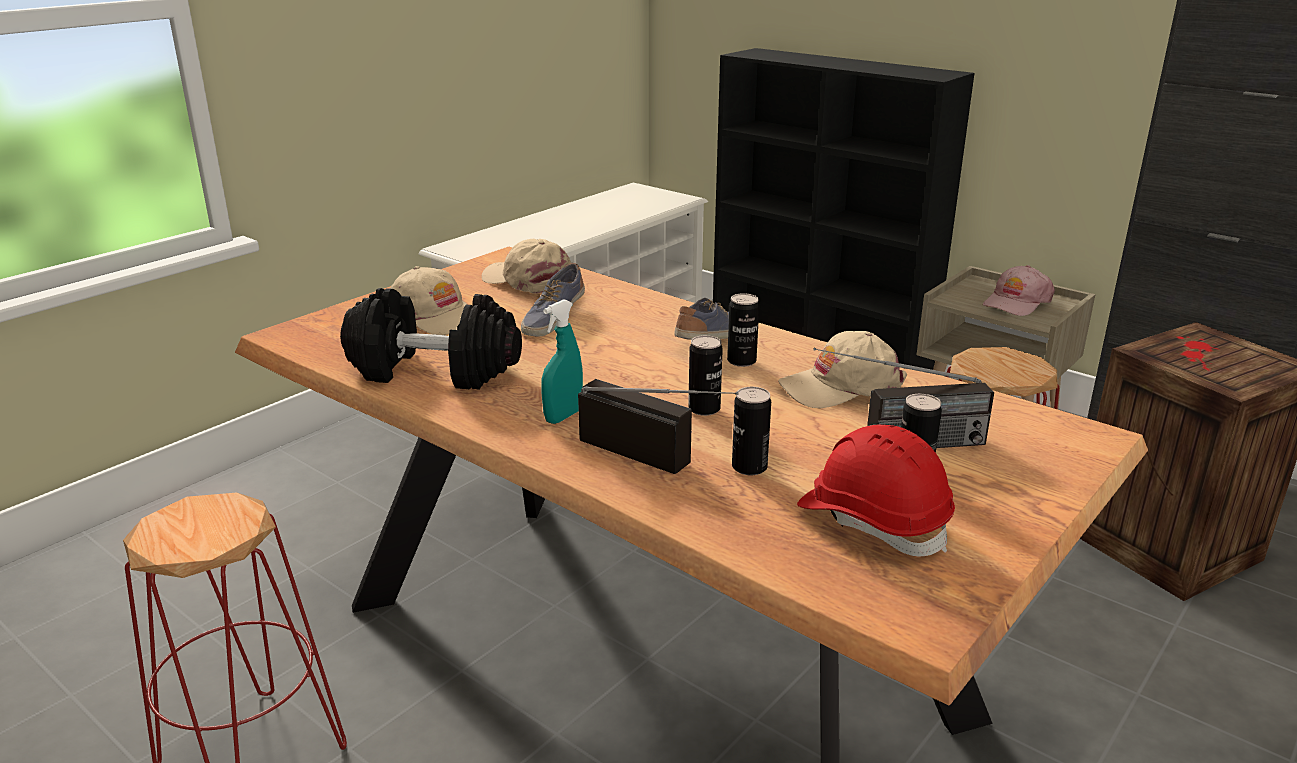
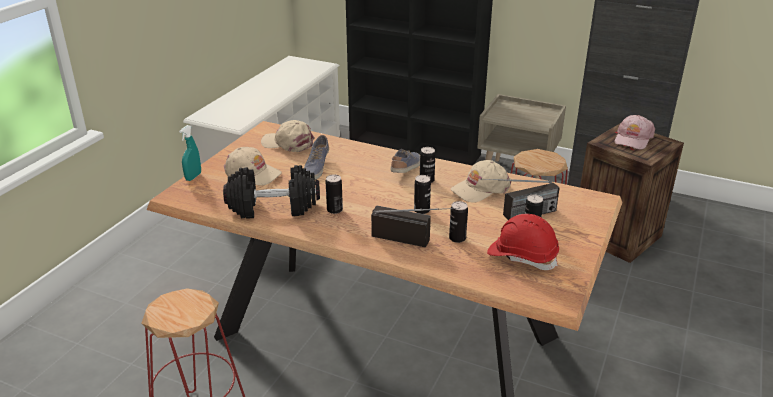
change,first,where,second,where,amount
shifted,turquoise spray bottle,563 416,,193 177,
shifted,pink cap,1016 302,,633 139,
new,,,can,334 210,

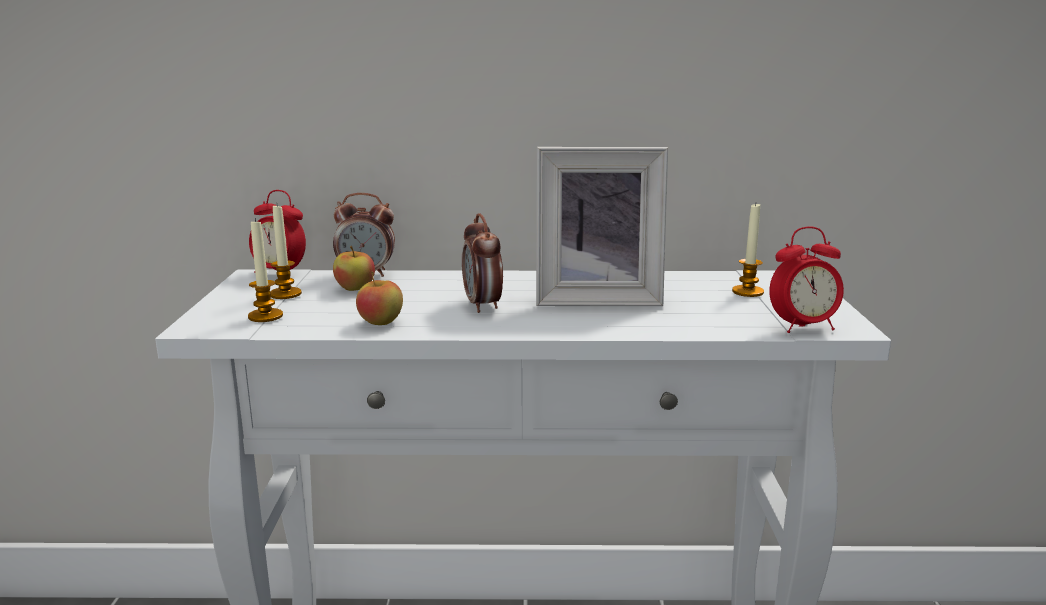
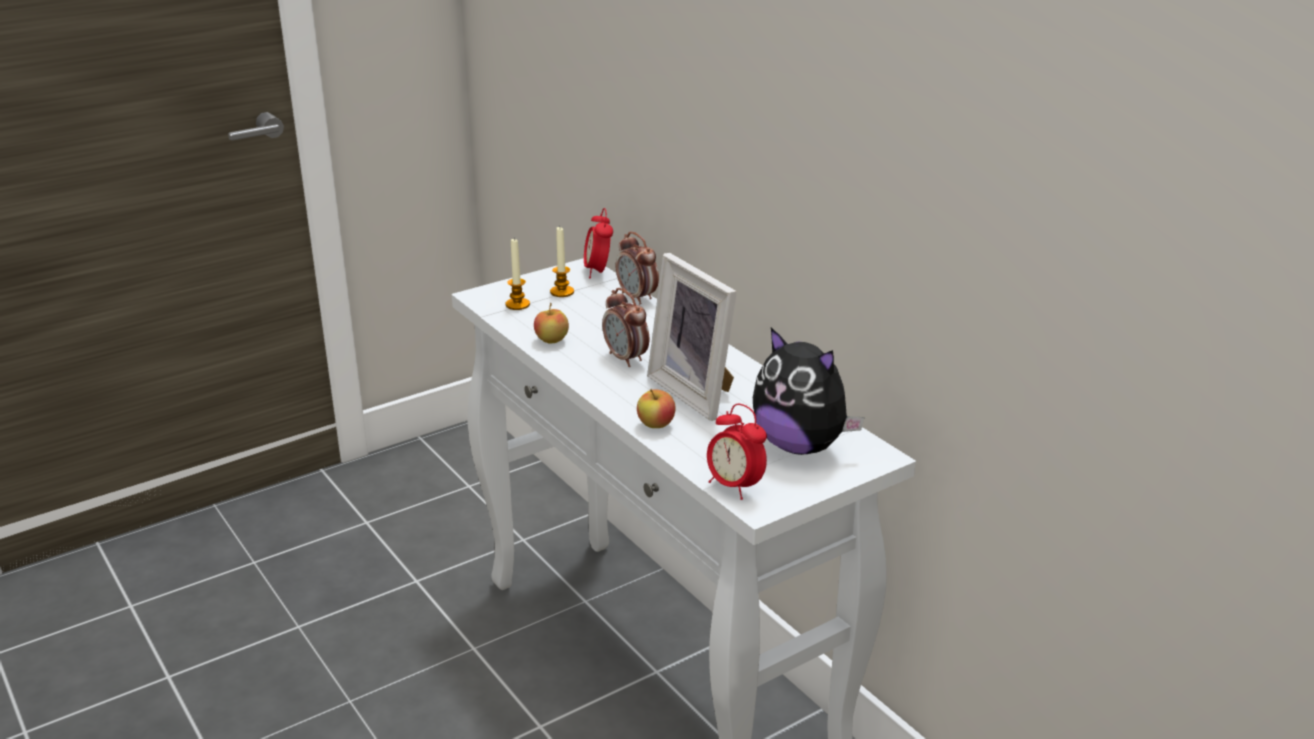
change,first,where,second,where,amount
shifted,apple,355 289,,656 425,
rotated,alarm clock,483 305,,626 358,75 degrees counterclockwise
swapped,candle,747 292,plush toy,800 446,

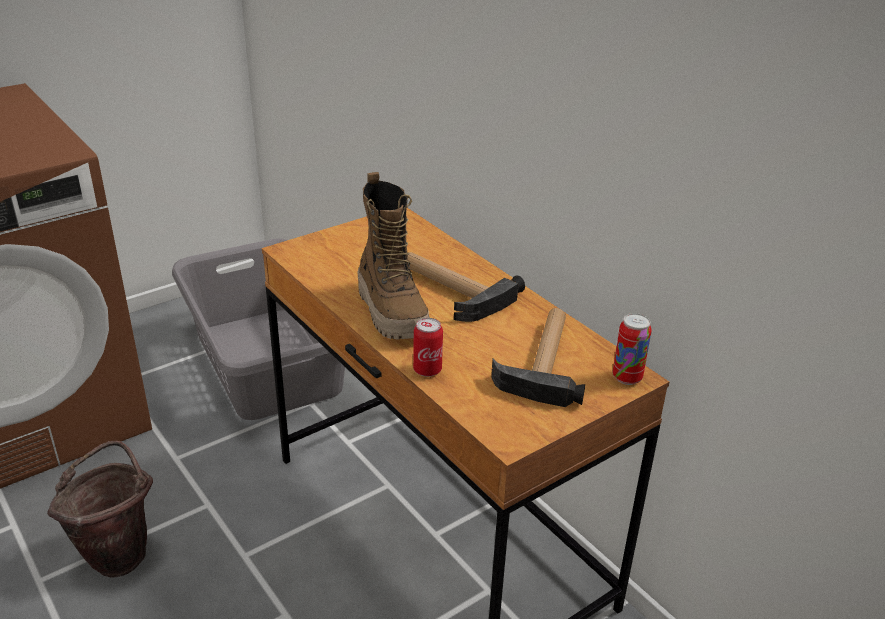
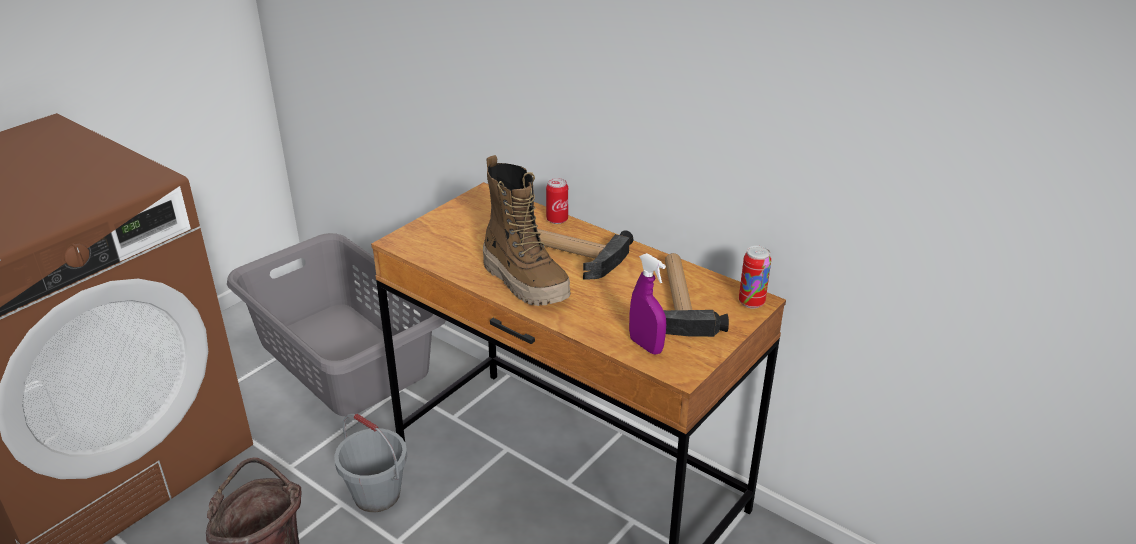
change,first,where,second,where,amount
shifted,can,427 370,,557 219,
new,,,grey bucket,377 495,
new,,,purple spray bottle,646 346,

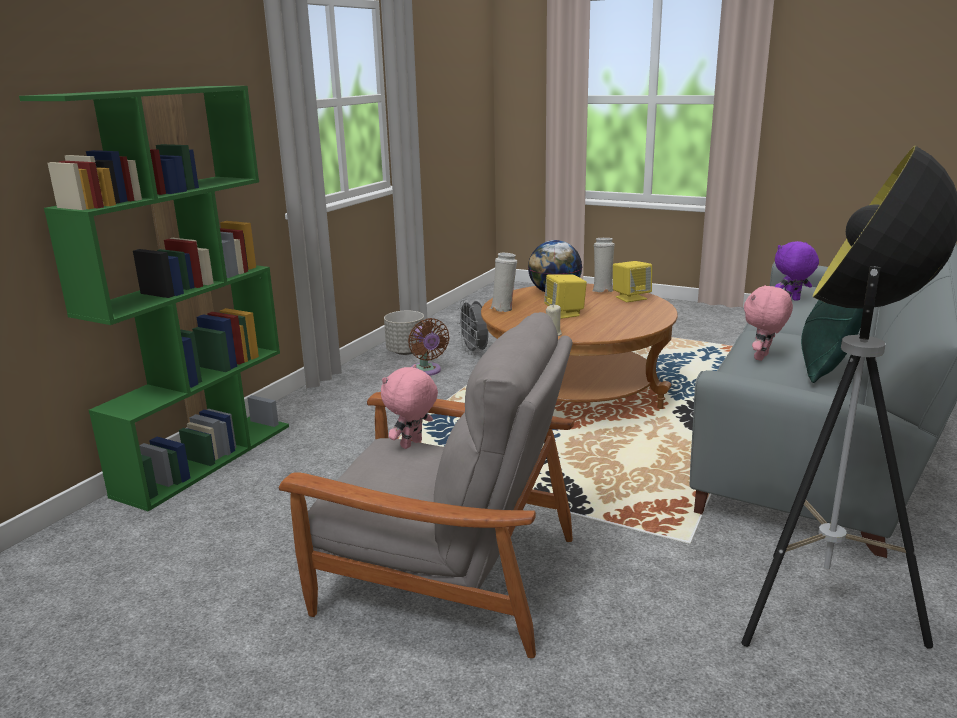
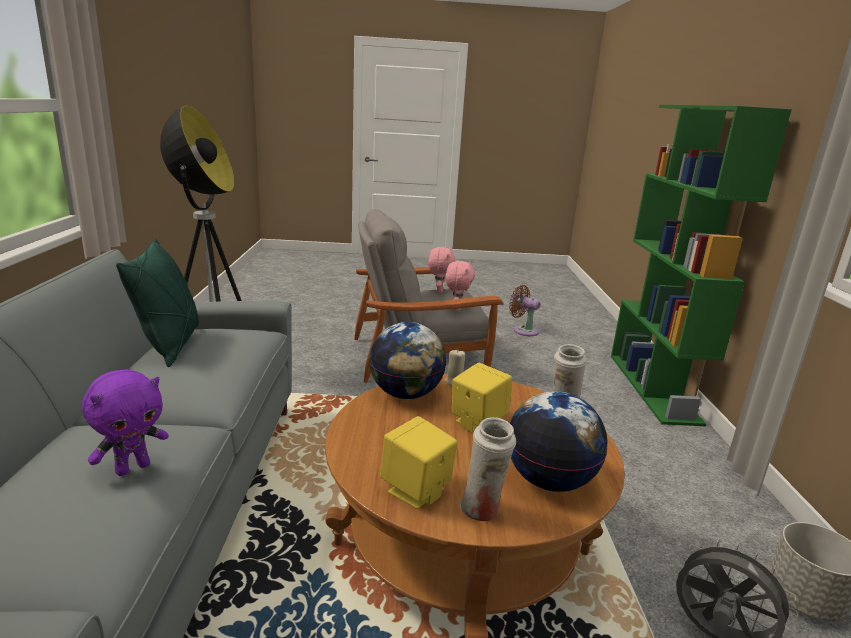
change,first,where,second,where,amount
shifted,brown fan,426 371,,523 330,
shifted,pink plush toy,762 357,,439 291,
new,,,globe,405 394,

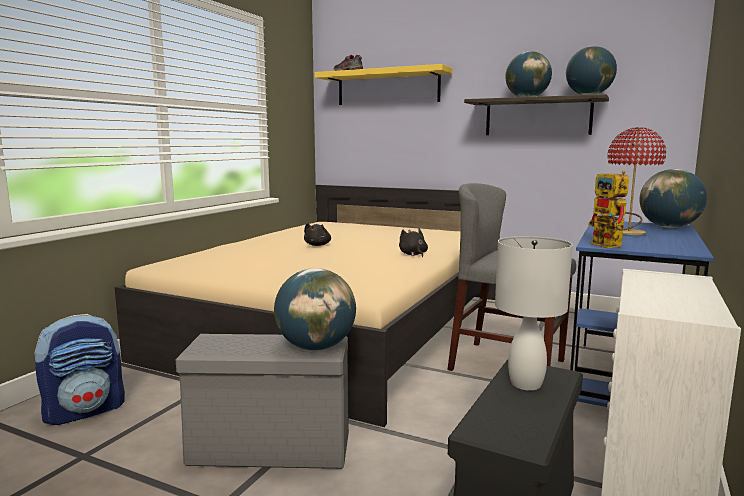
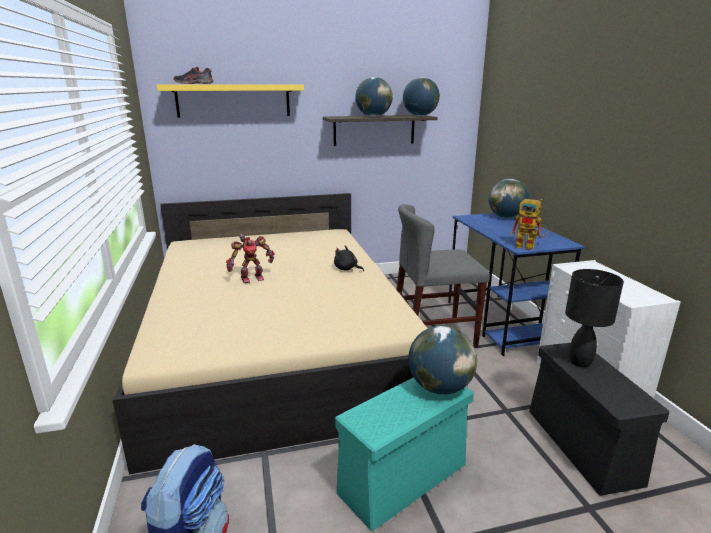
change,first,where,second,where,amount
repainted,grey storage box,267 449,turquoise storage box,402 480,
swapped,black plush toy,318 245,toy robot,251 278,
repainted,white table lamp,524 384,black table lamp,580 362,
gone,red table lamp,628 233,,,

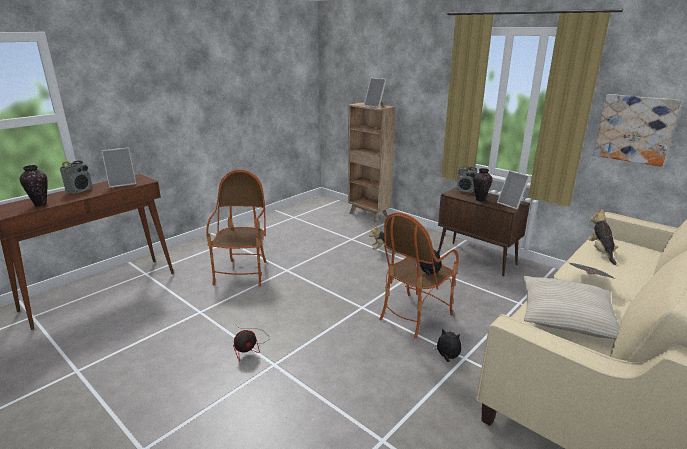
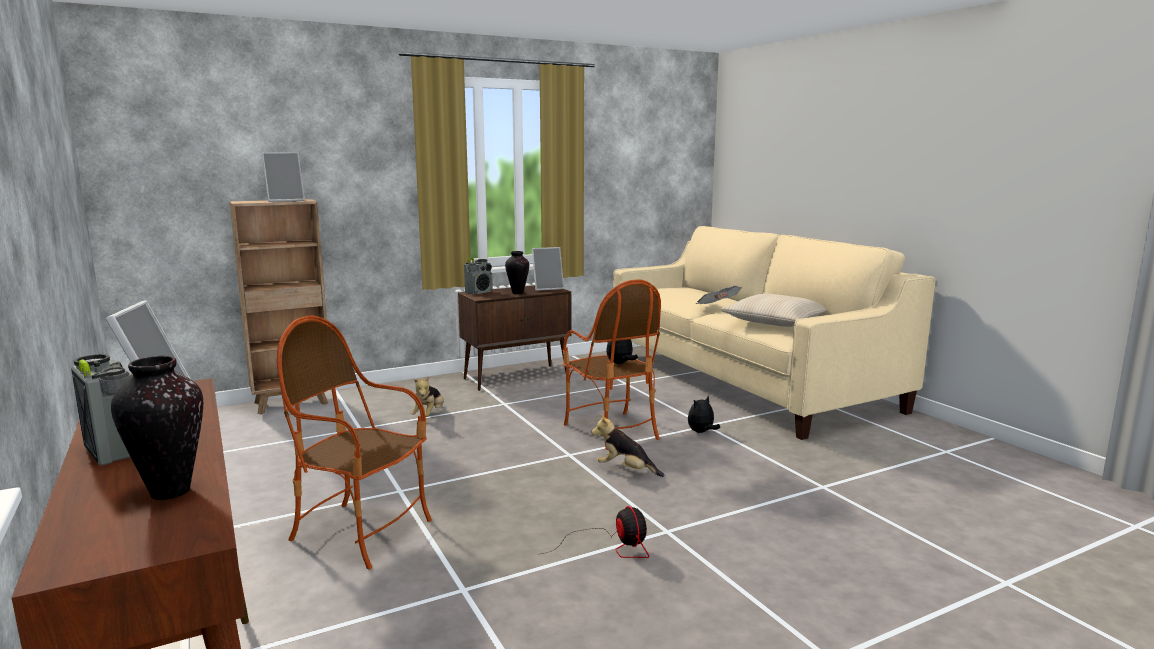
change,first,where,second,where,amount
shifted,plush toy,600 252,,625 470,
gone,picture,634 129,,,

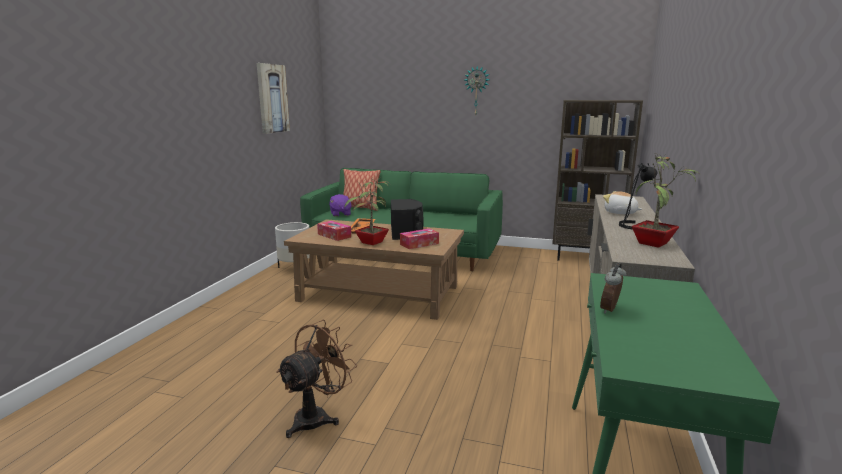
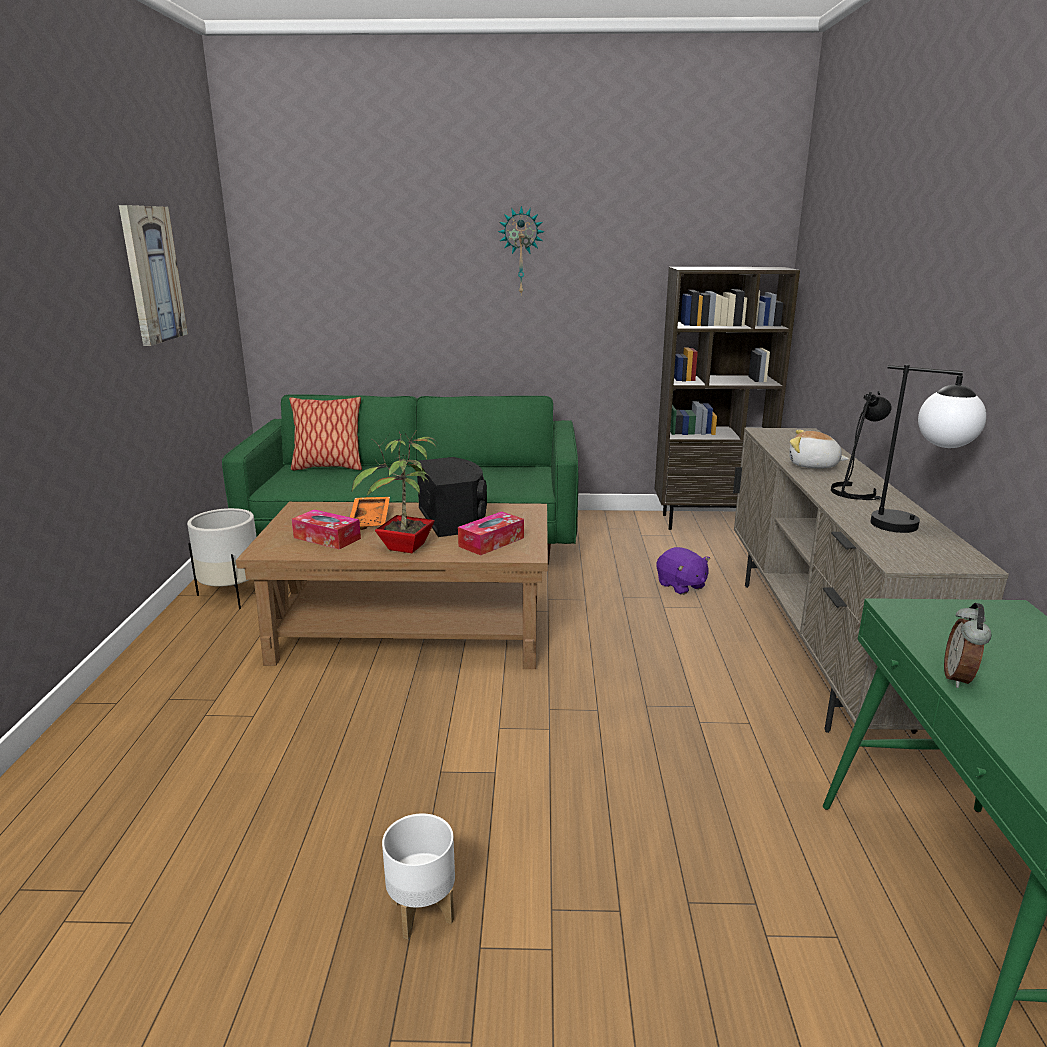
change,first,where,second,where,amount
swapped,brown fan,317 417,white planter,421 912,
shifted,purple plush toy,340 214,,681 586,
swapped,potted plant,654 244,table lamp,914 528,

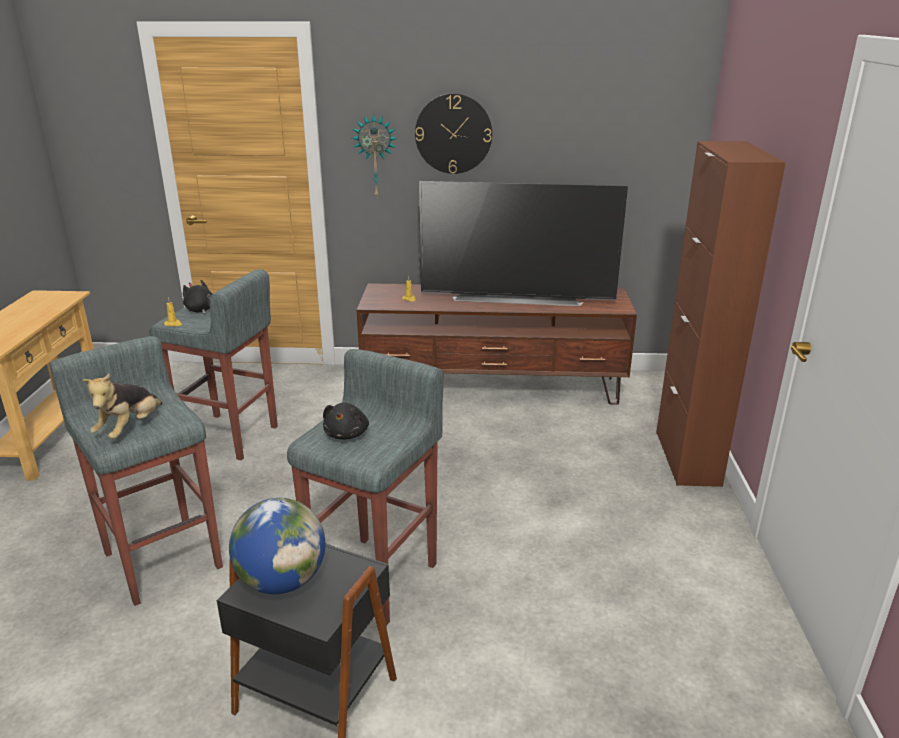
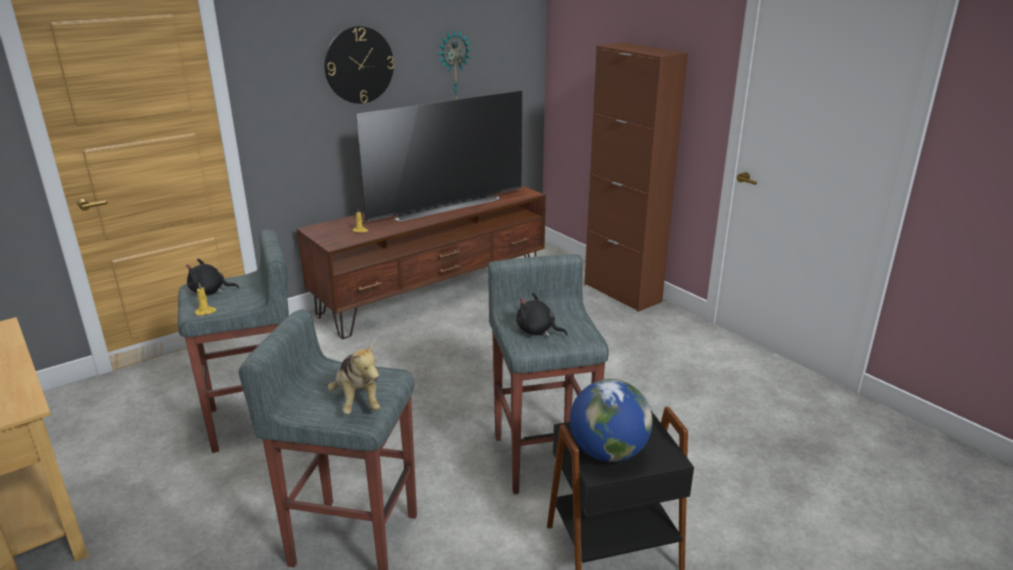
change,first,where,second,where,amount
rotated,black plush toy,347 434,,537 331,150 degrees clockwise
shifted,wall clock,375 156,,453 68,

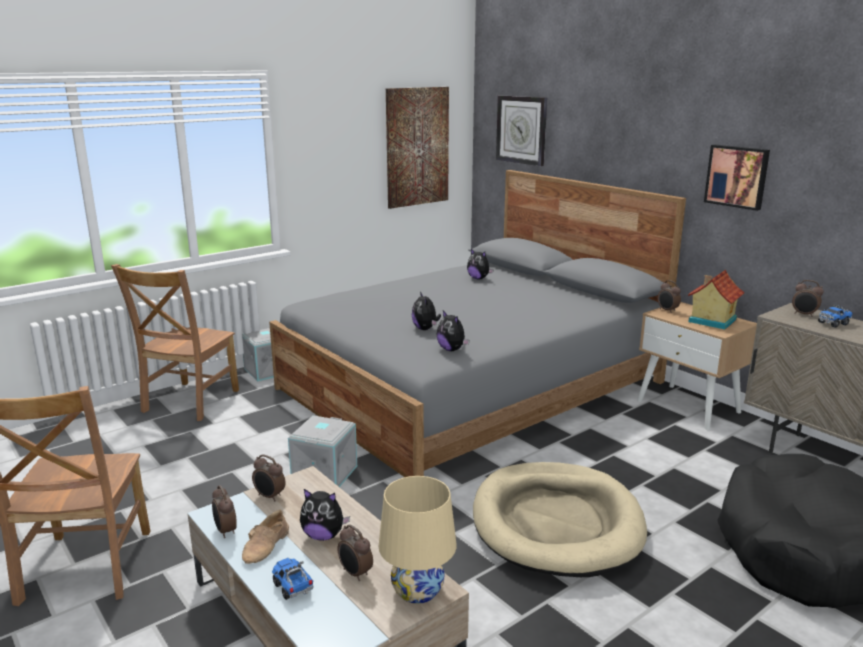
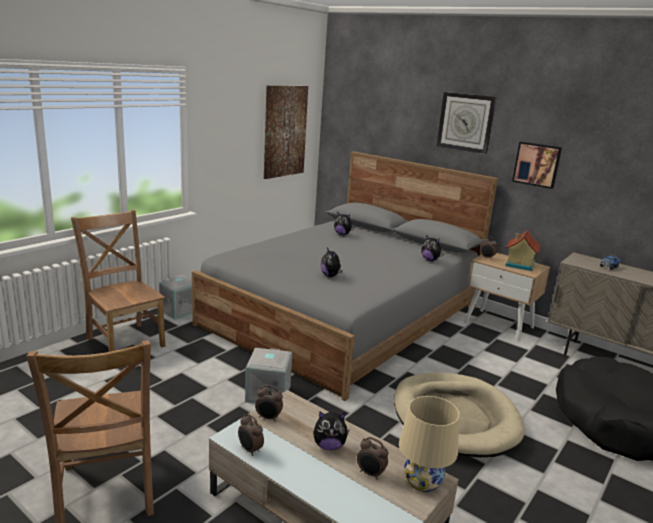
change,first,where,second,where,amount
rotated,brown chair,188 402,,125 340,135 degrees clockwise
gone,beige shoe,267 546,,,
gone,toy truck,292 587,,,
shifted,plush toy,452 349,,430 260,
shifted,wall clock,521 129,,466 122,
gone,alarm clock,804 314,,,

